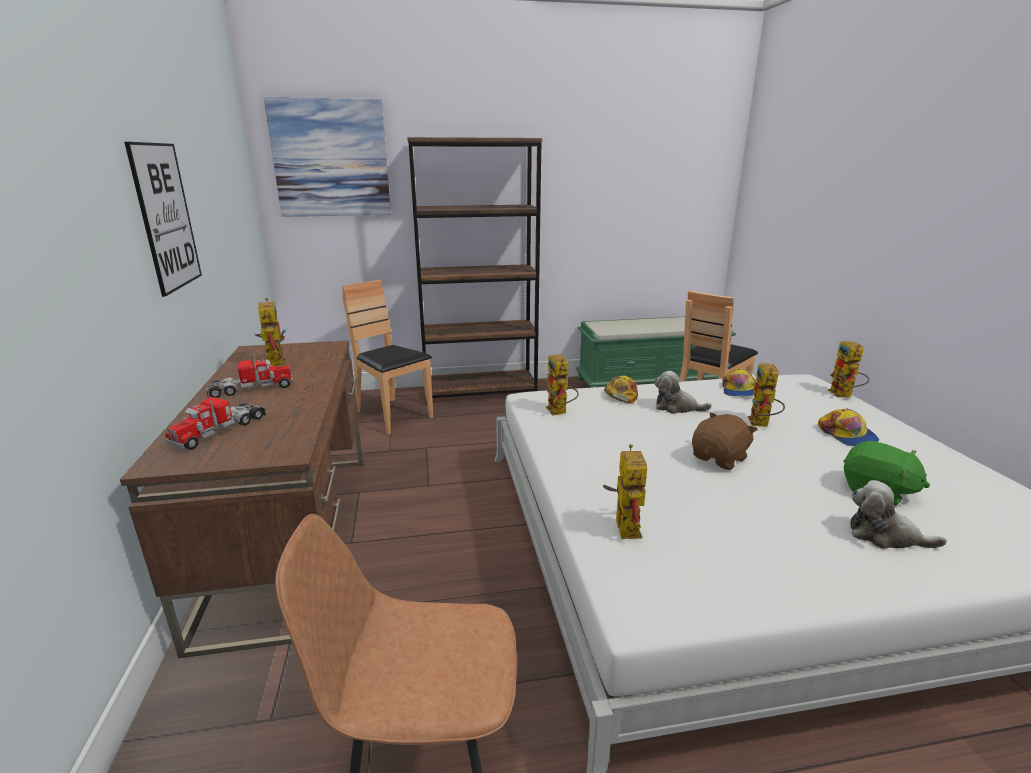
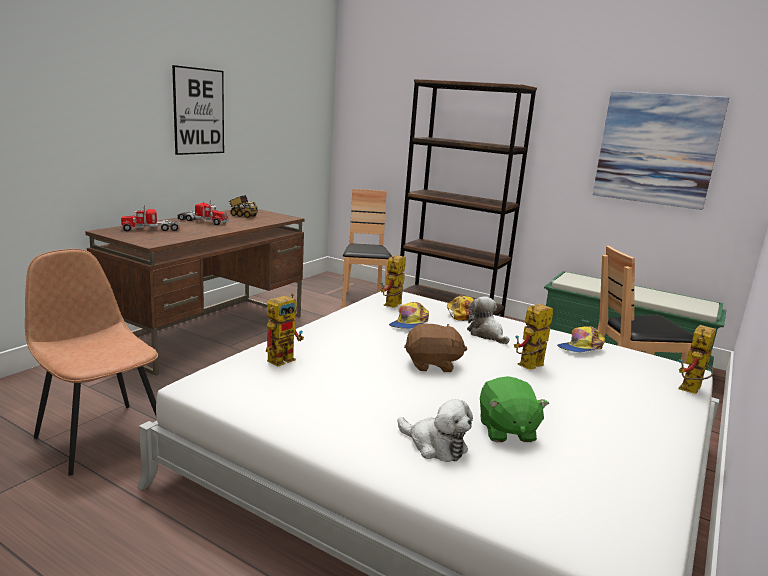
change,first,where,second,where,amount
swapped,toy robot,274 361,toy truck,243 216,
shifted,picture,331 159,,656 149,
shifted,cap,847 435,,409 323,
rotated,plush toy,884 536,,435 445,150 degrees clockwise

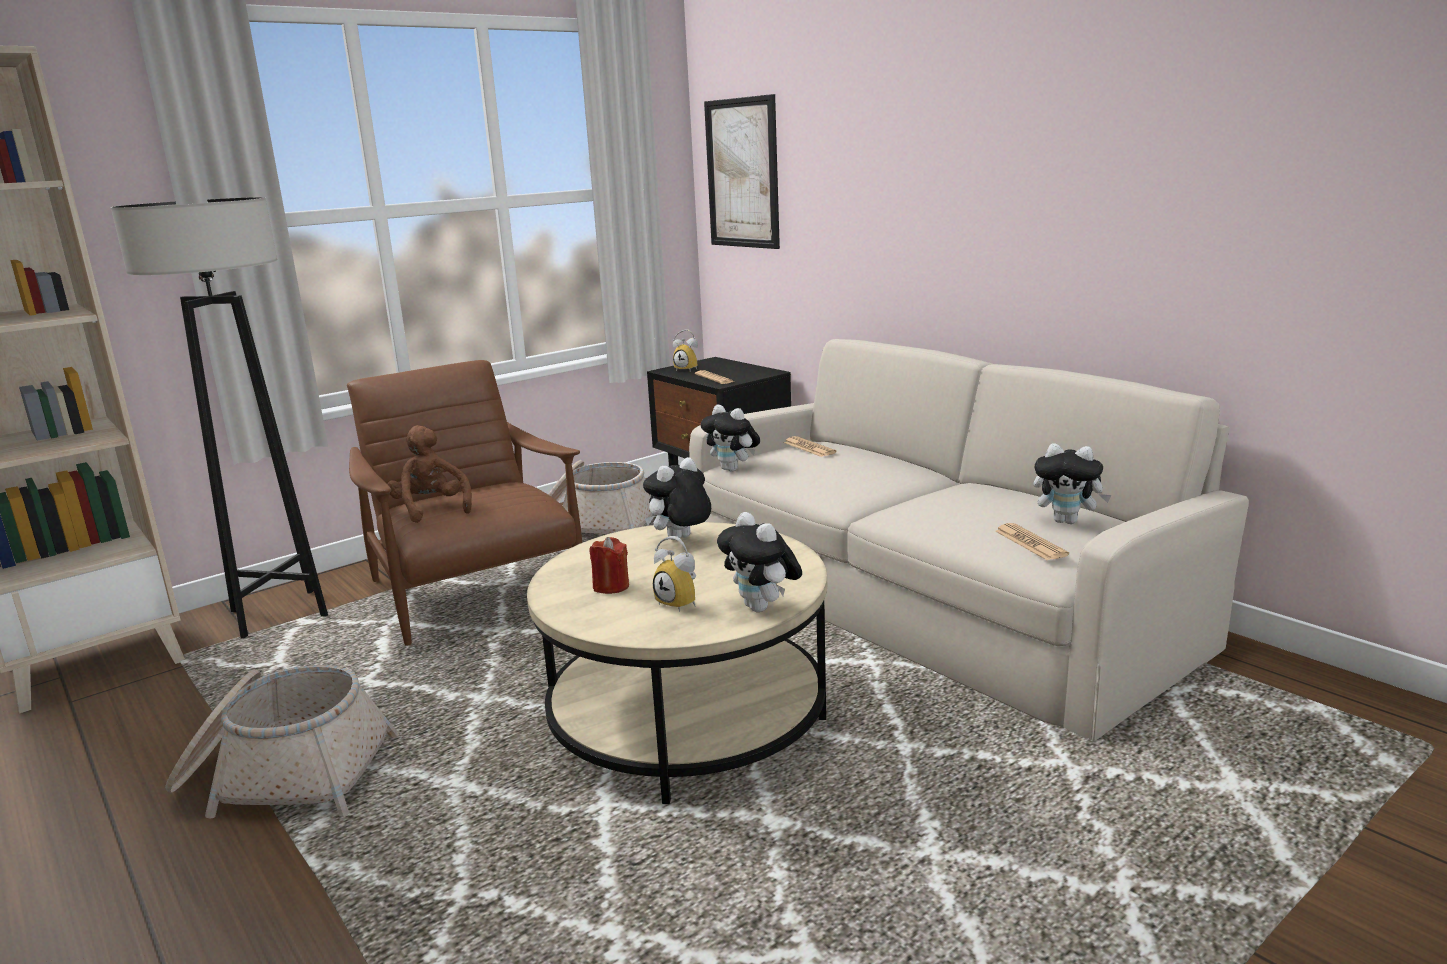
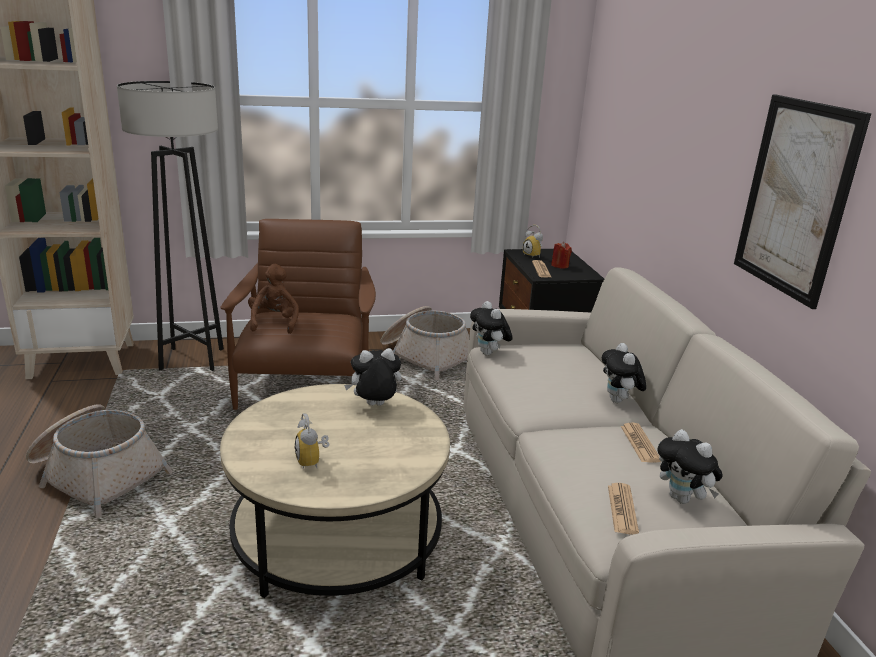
change,first,where,second,where,amount
shifted,red candle,611 586,,560 265,
shifted,picture,742 173,,795 198,
shifted,plush toy,762 608,,619 401,
shifted,newspaper,809 448,,640 443,

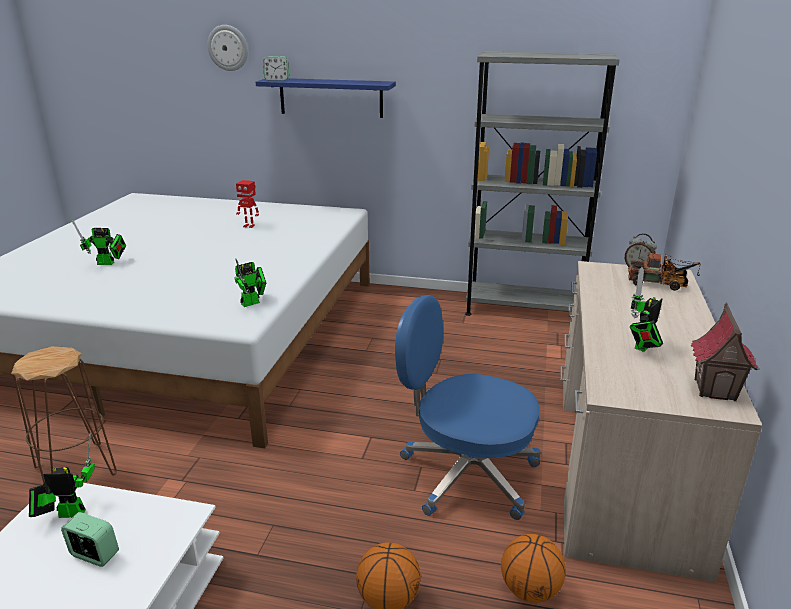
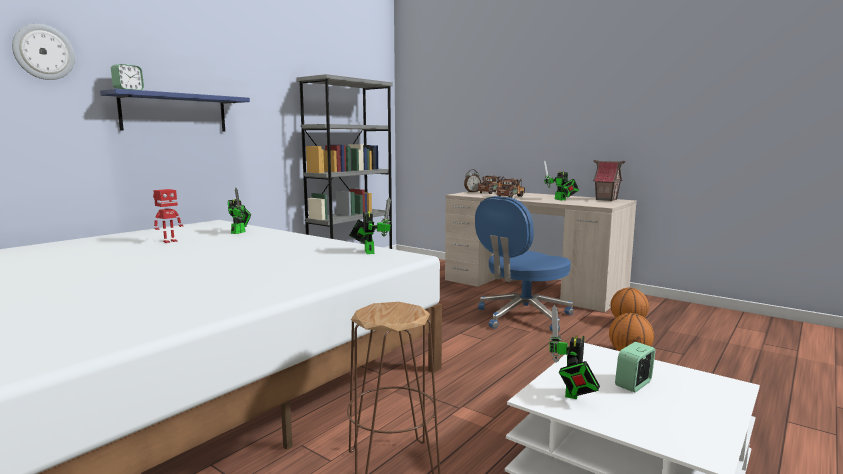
change,first,where,second,where,amount
shifted,toy robot,108 263,,240 232,
new,,,toy truck,512 196,

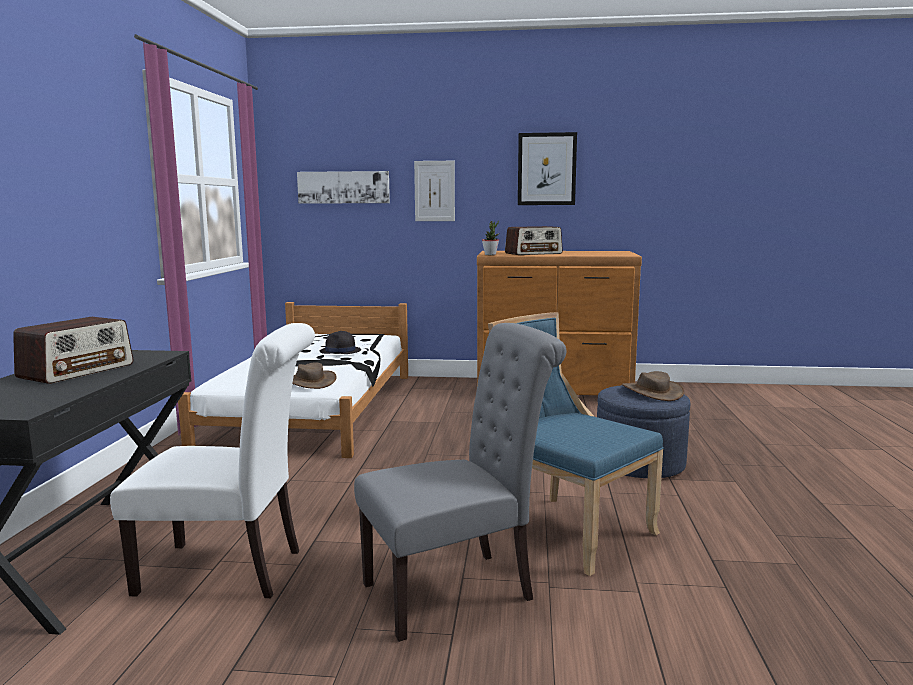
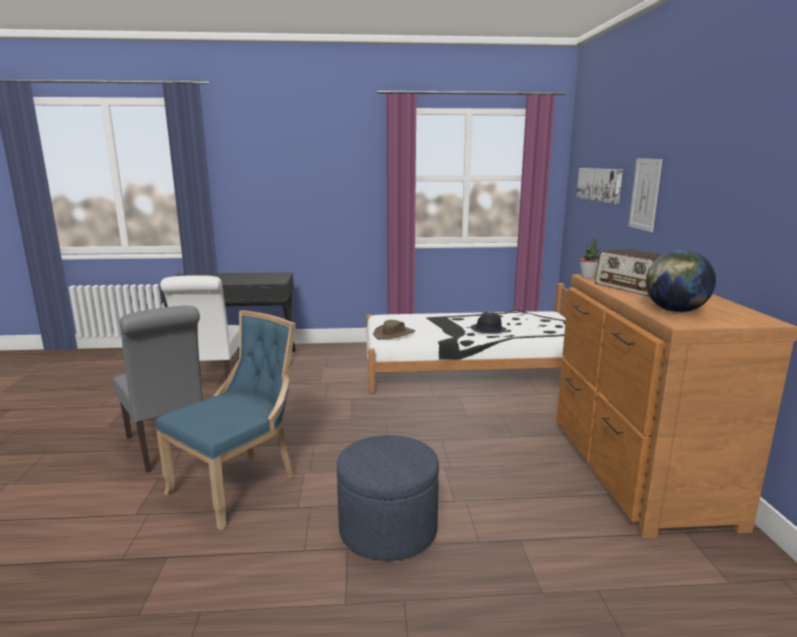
change,first,where,second,where,amount
gone,radio,77 371,,,
gone,picture,546 169,,,
gone,brown hat,652 392,,,
new,,,globe,675 311,

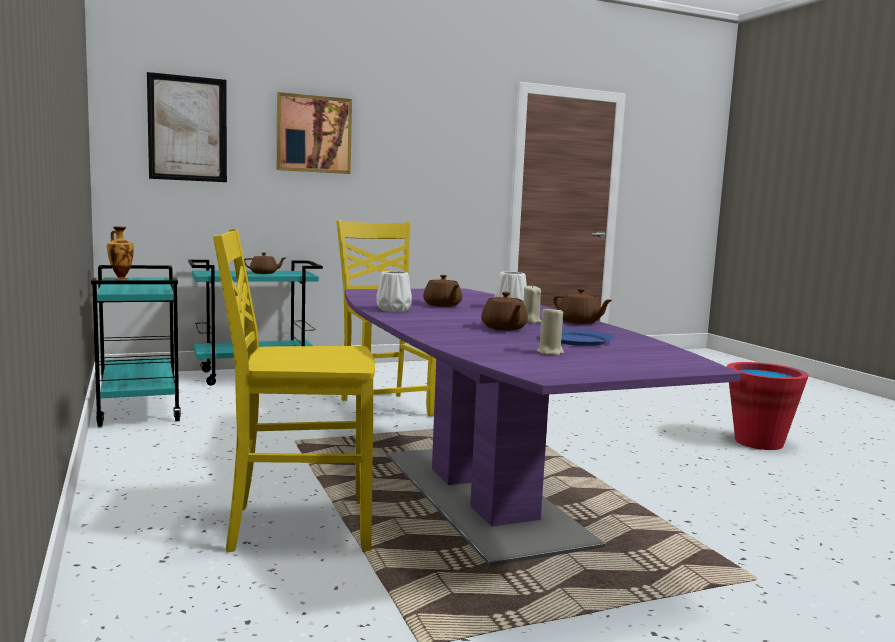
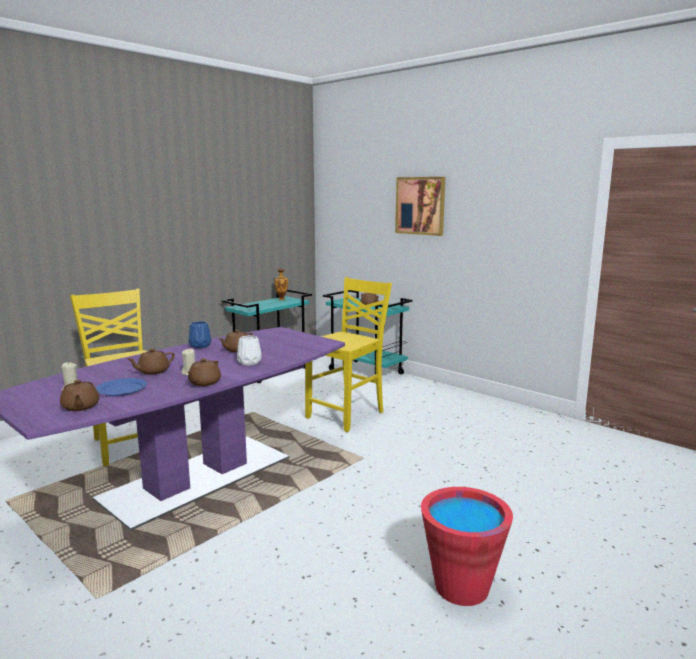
change,first,where,second,where,amount
gone,picture,187 128,,,
repainted,white vase,392 310,blue vase,200 346,
new,,,brown teapot,80 407,

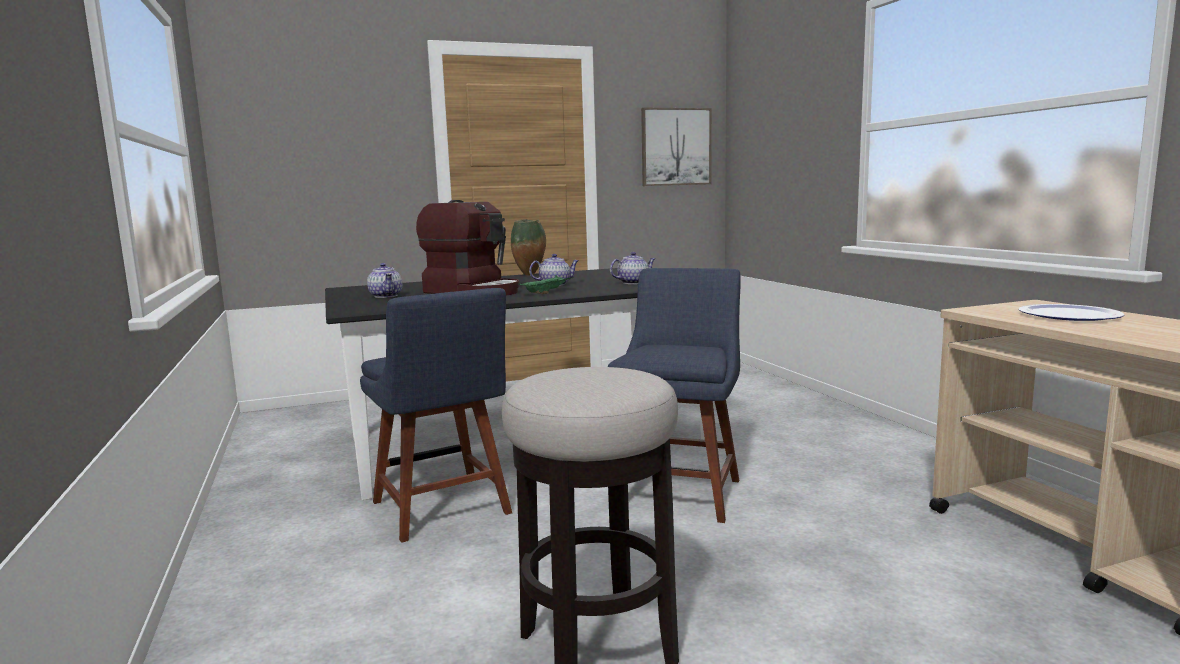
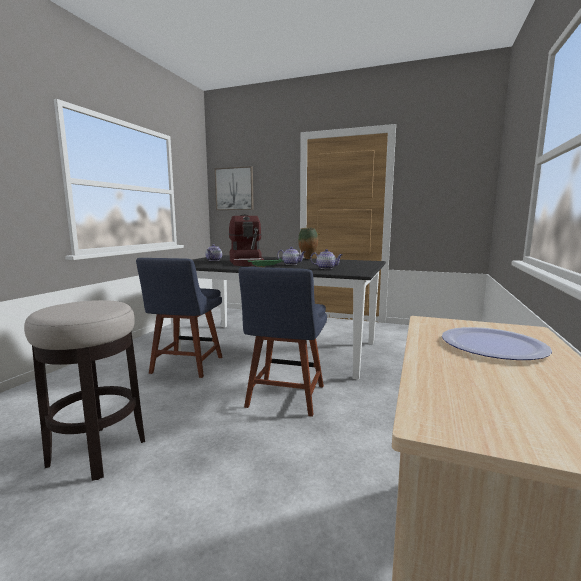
change,first,where,second,where,amount
rotated,blue chair,680 491,,285 398,135 degrees clockwise
shifted,picture,675 147,,234 189,

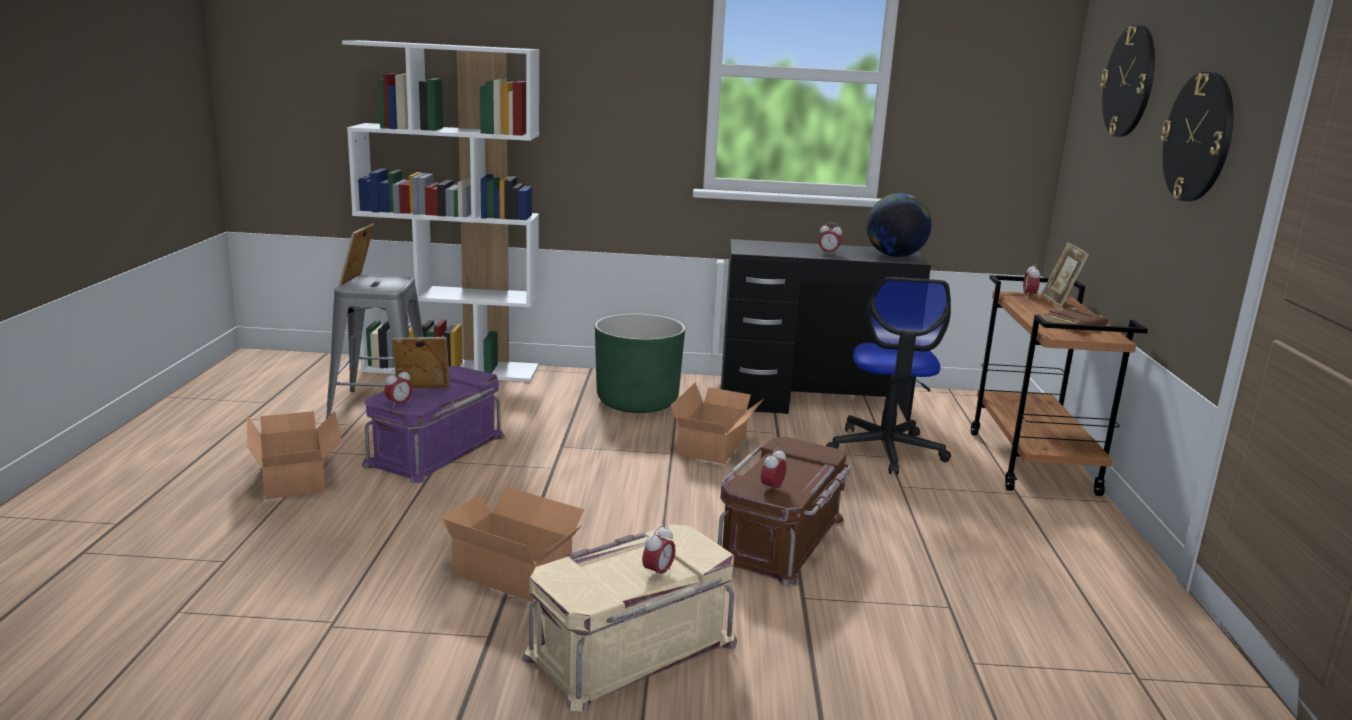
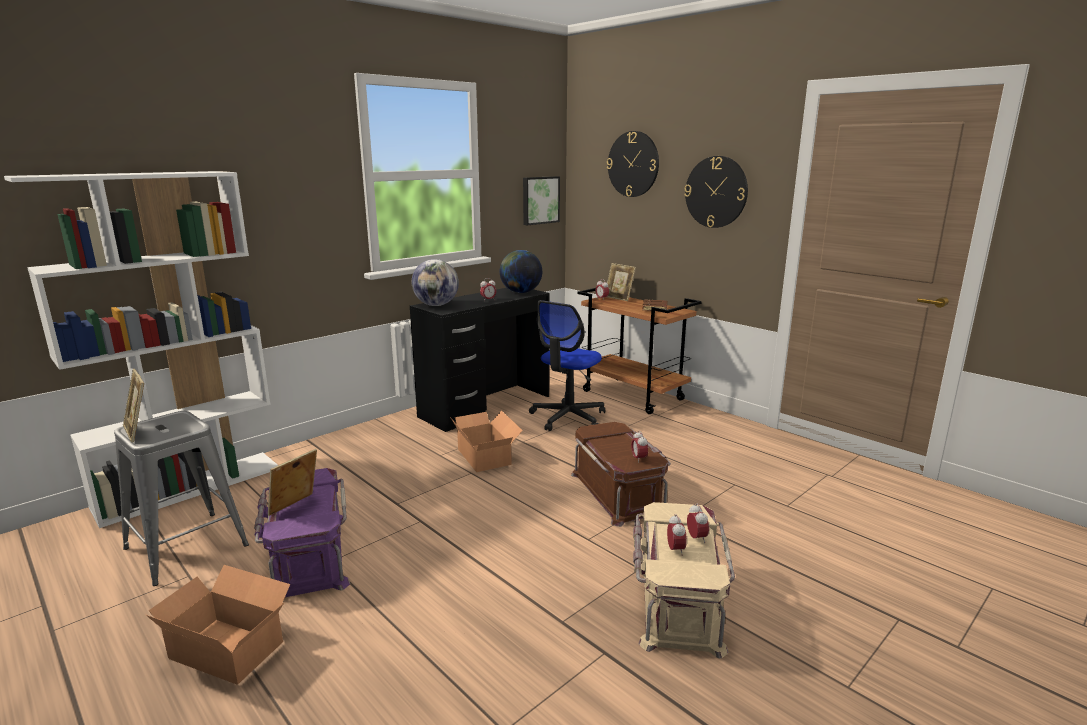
change,first,where,second,where,amount
shifted,alarm clock,399 404,,675 550,
gone,cardboard box,513 570,,,
gone,green planter,637 402,,,
rotated,office chair,886 450,,568 417,75 degrees clockwise
new,,,globe,436 305,
new,,,picture,539 200,

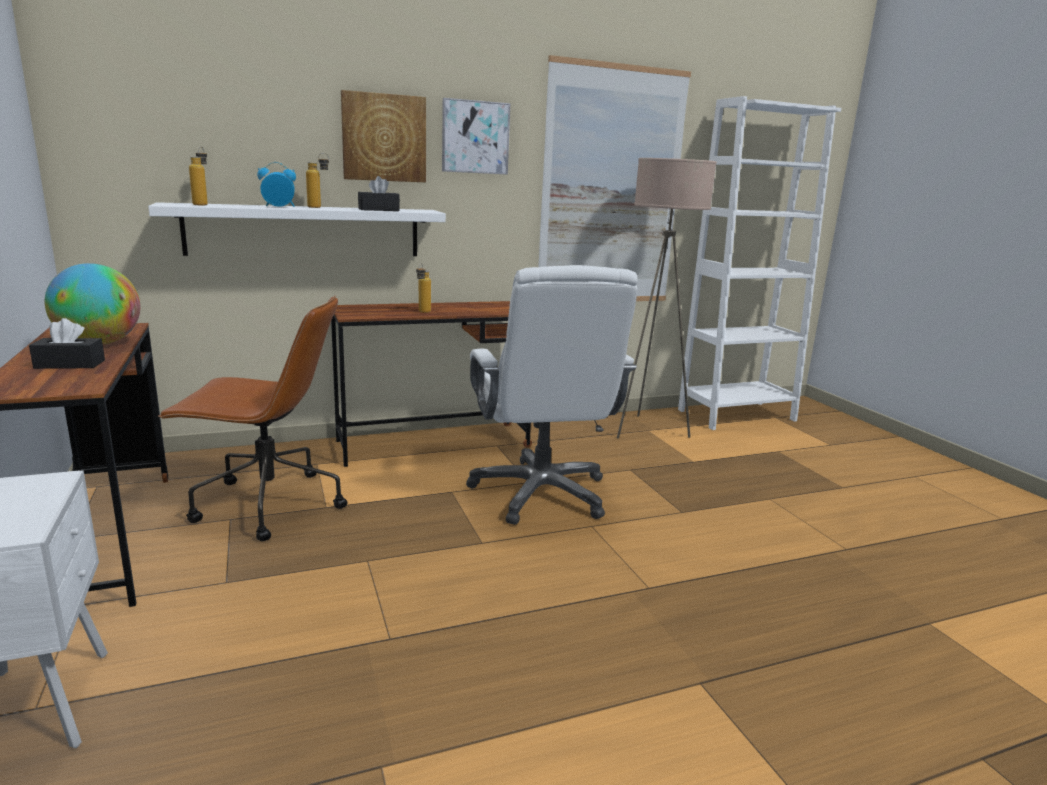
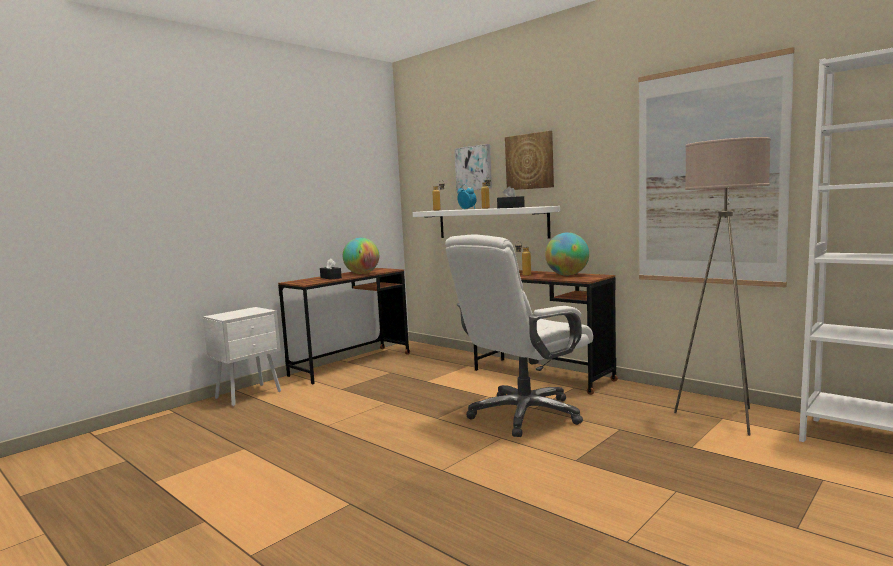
change,first,where,second,where,amount
gone,brown office chair,267 505,,,
shifted,picture,475 137,,474 168,
new,,,globe,567 275,

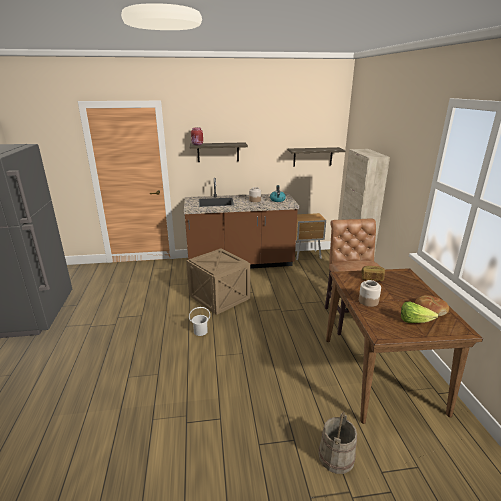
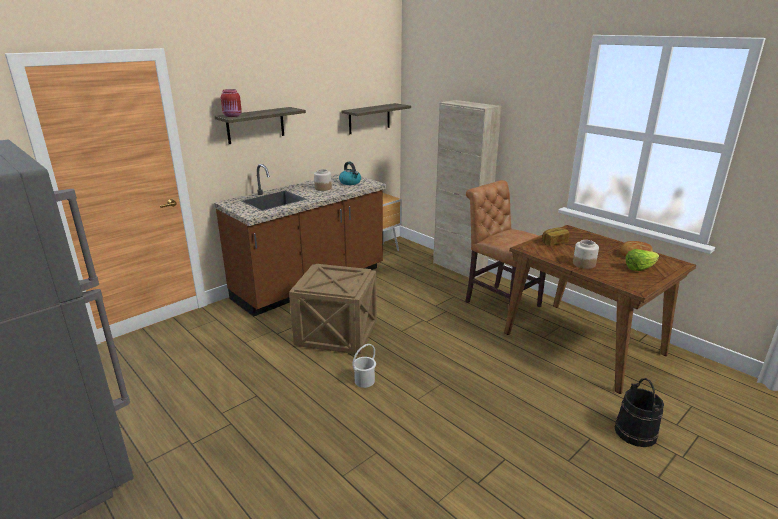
change,first,where,second,where,amount
repainted,beige bucket,336 457,black bucket,636 432,

